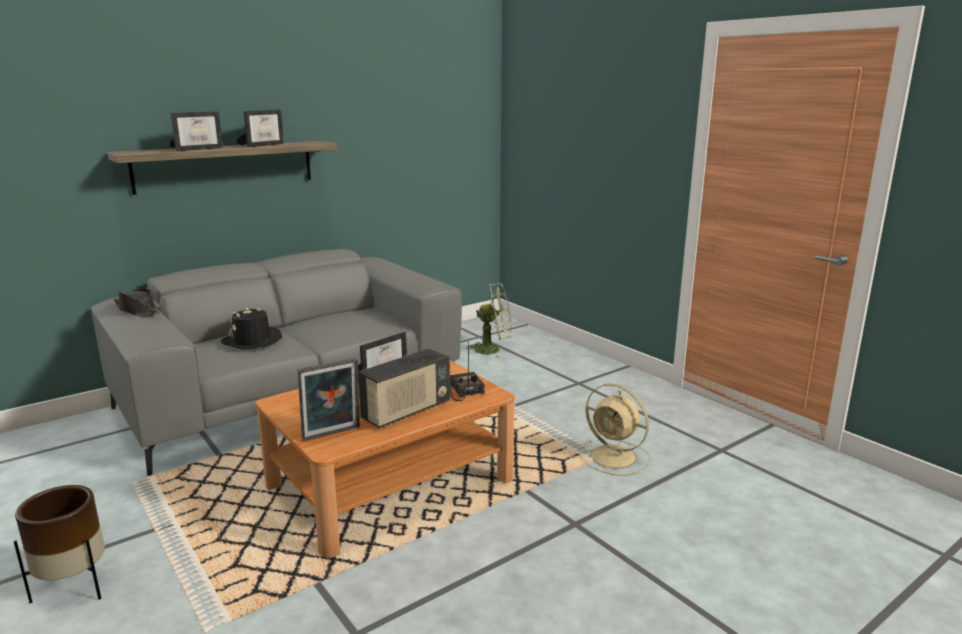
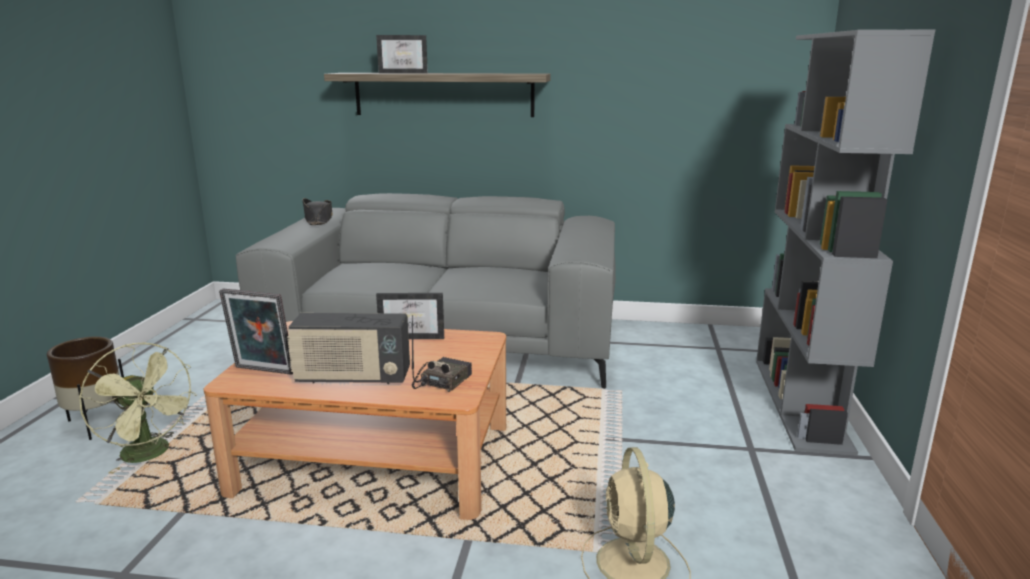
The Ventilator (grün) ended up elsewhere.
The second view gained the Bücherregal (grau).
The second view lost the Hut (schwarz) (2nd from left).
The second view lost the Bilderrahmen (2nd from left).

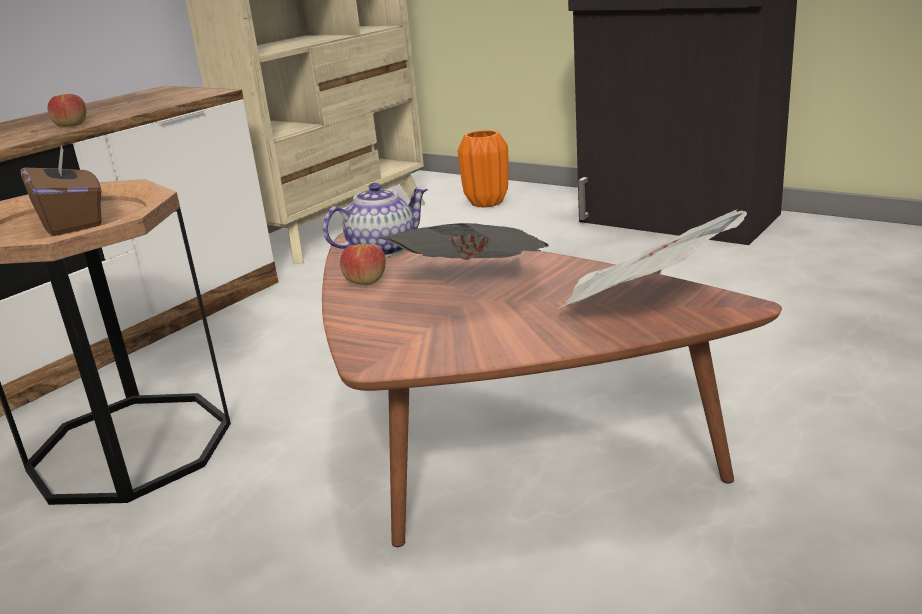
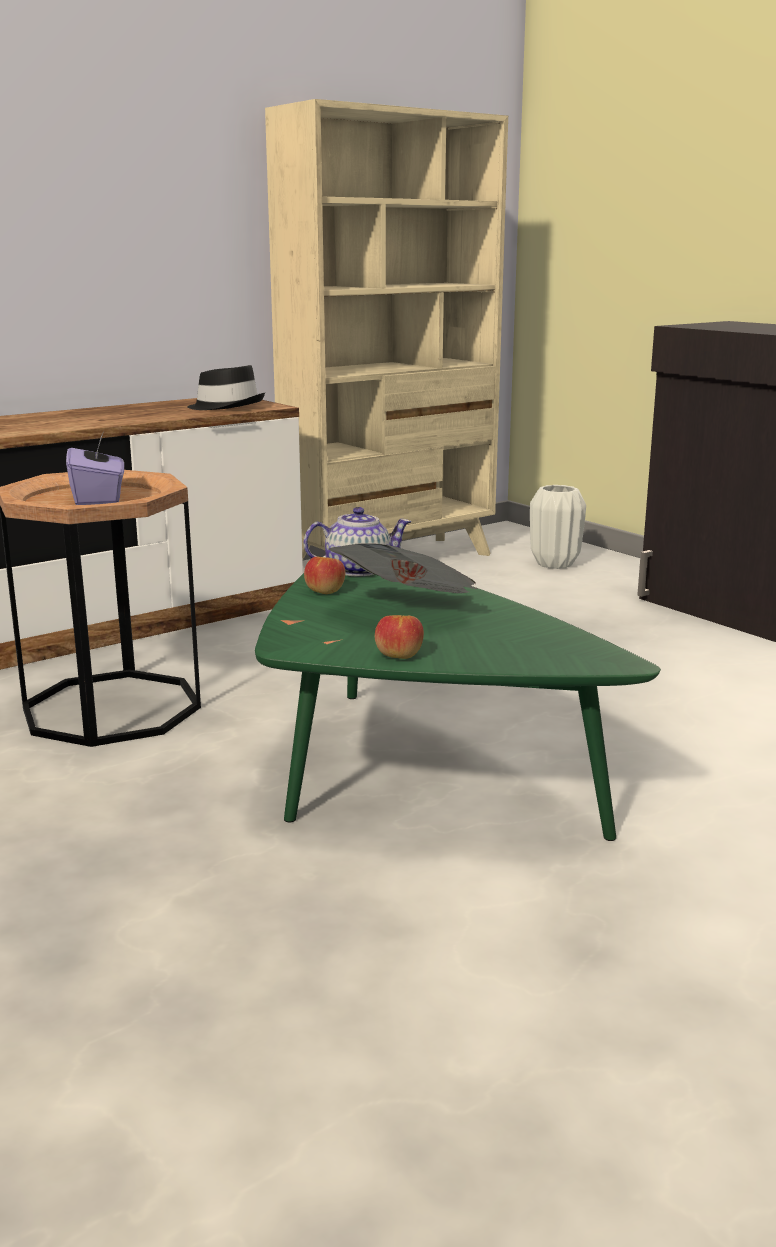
What was the Taschentuchbox (braun) turned into the Taschentuchbox (lila).
The second view gained the Hut (schwarz).
What was the Couchtisch (braun) turned into the Couchtisch (grün).
The Apfel (1st from left in the first image) ended up elsewhere.
What was the Vase (orange) turned into the Vase (weiß).
The second view lost the Zeitung (2nd from left).

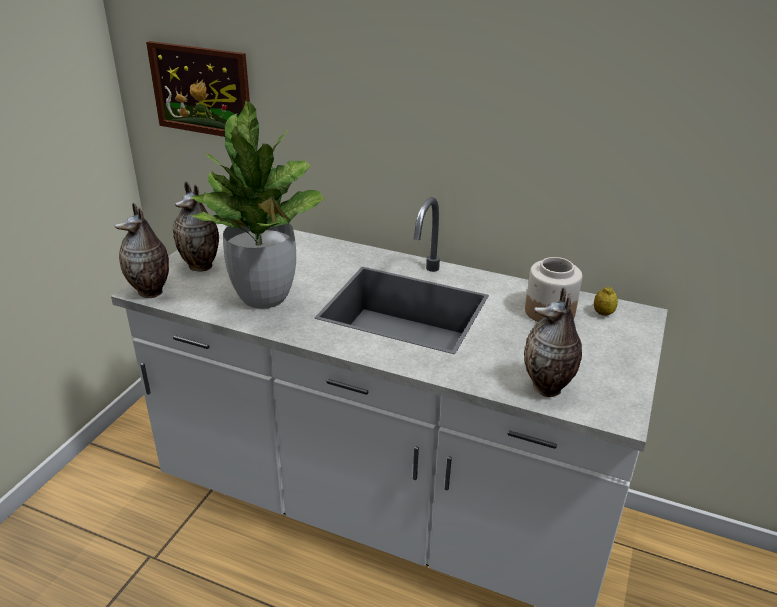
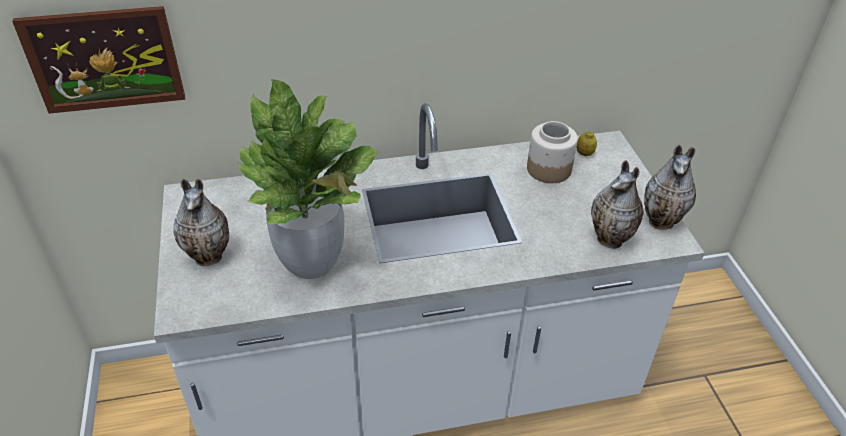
The Vase (1st from left in the first image) ended up elsewhere.

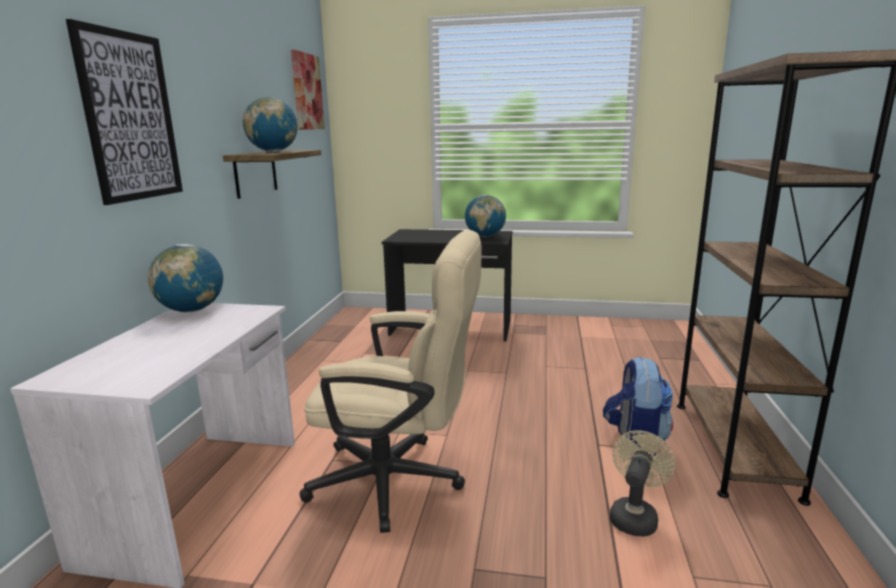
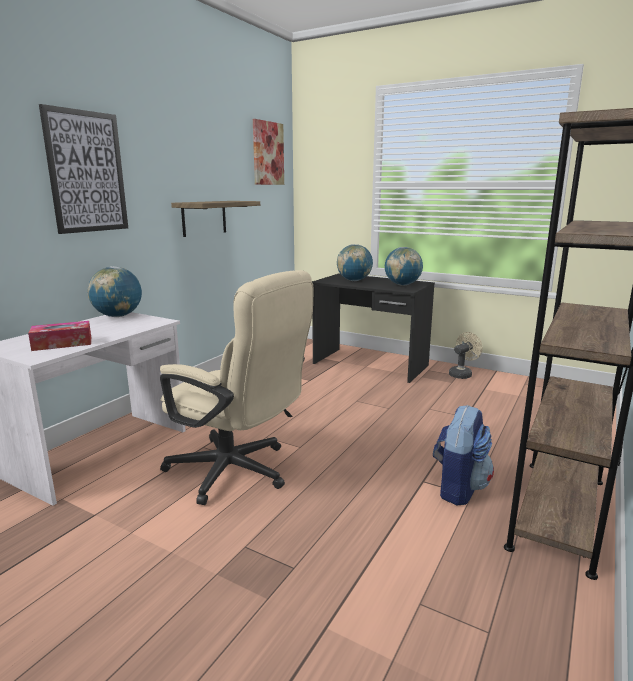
The second view gained the Taschentuchbox.
The Globus (2nd from left) ended up elsewhere.
The Ventilator (beige) ended up elsewhere.

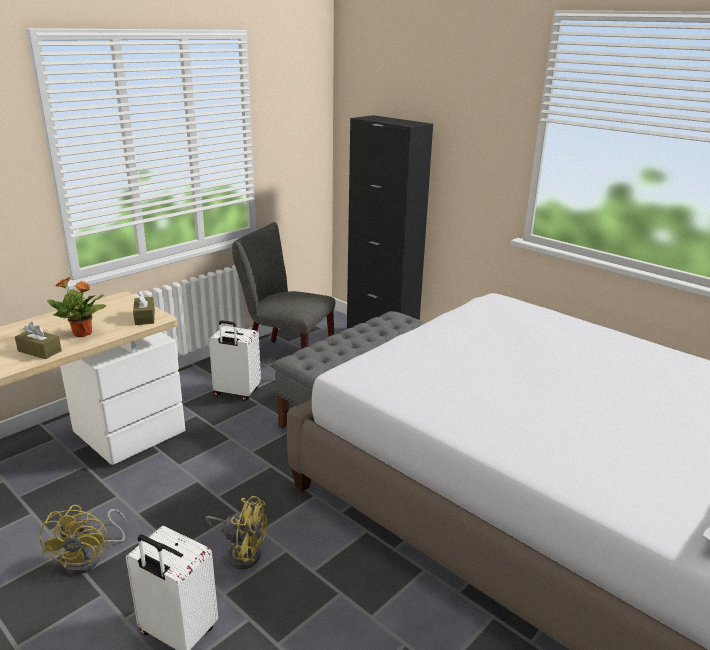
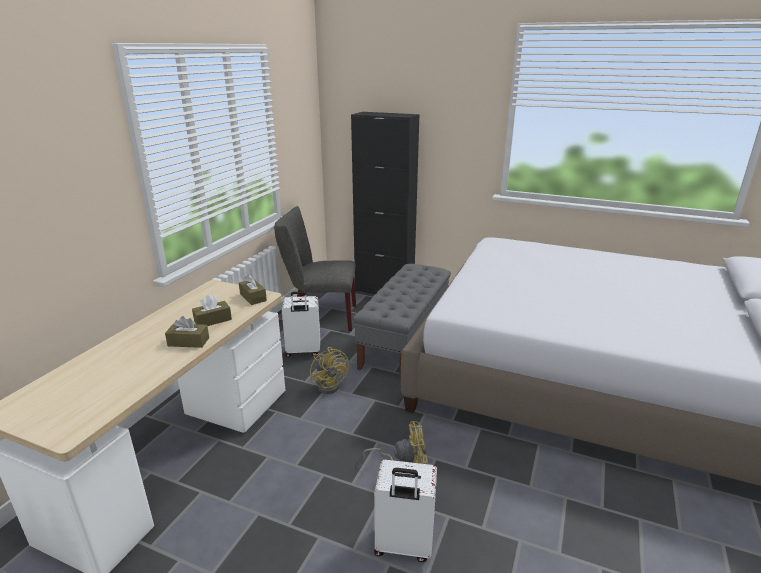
Where the Topfpflanze stood, the Taschentuchbox (braun) (2nd from left) came to stand.
The Ventilator (gelb) (1st from left) ended up elsewhere.

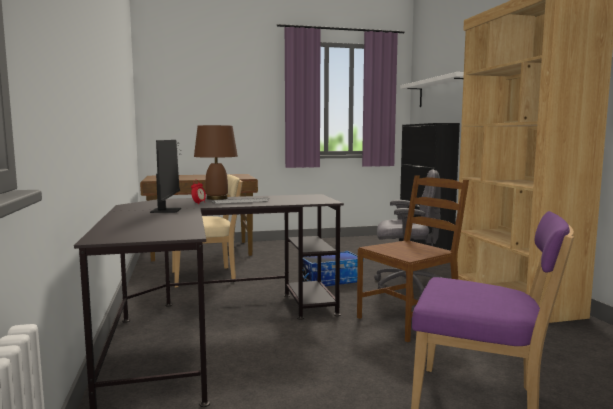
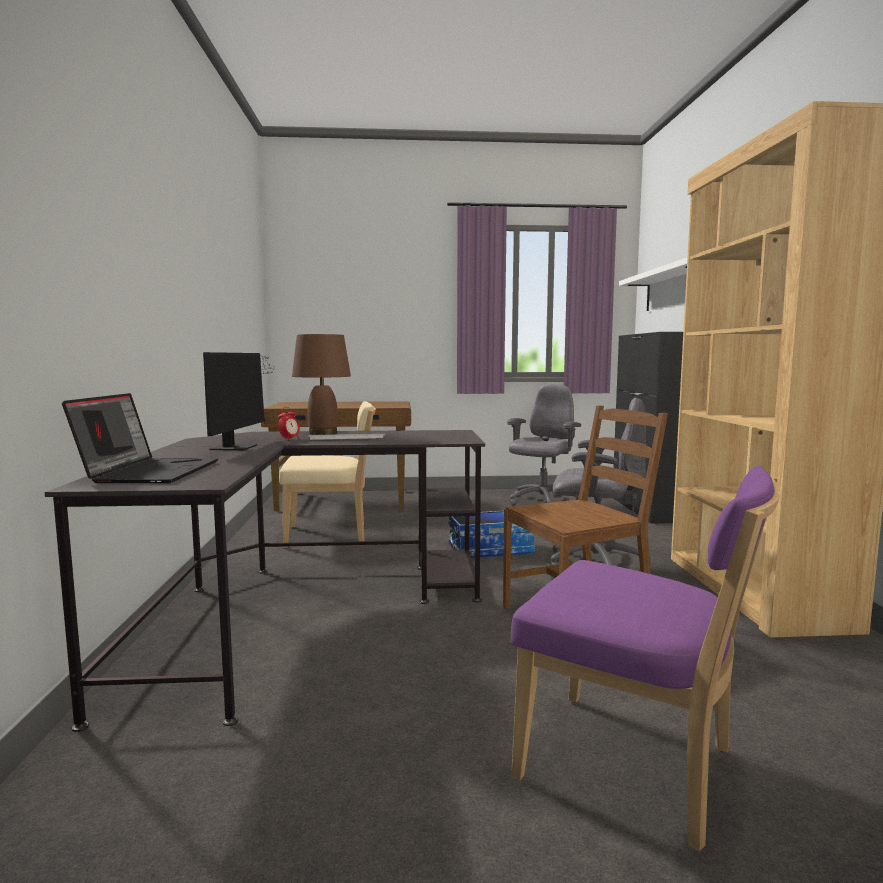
The second view gained the Laptop.
The second view gained the Bürostuhl (grau) (1st from left).

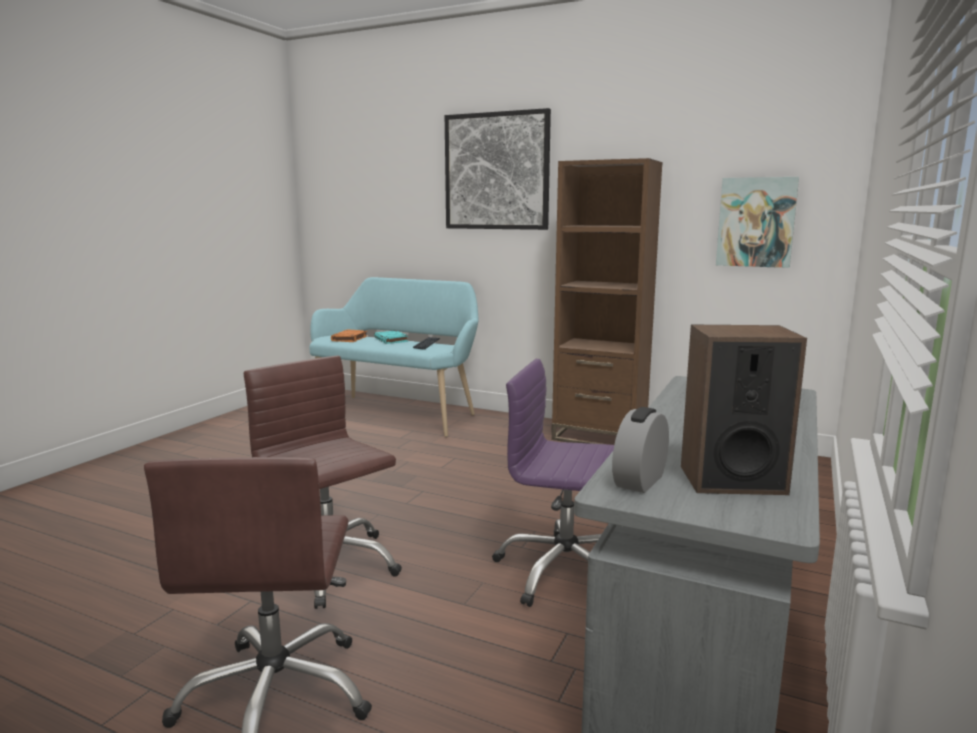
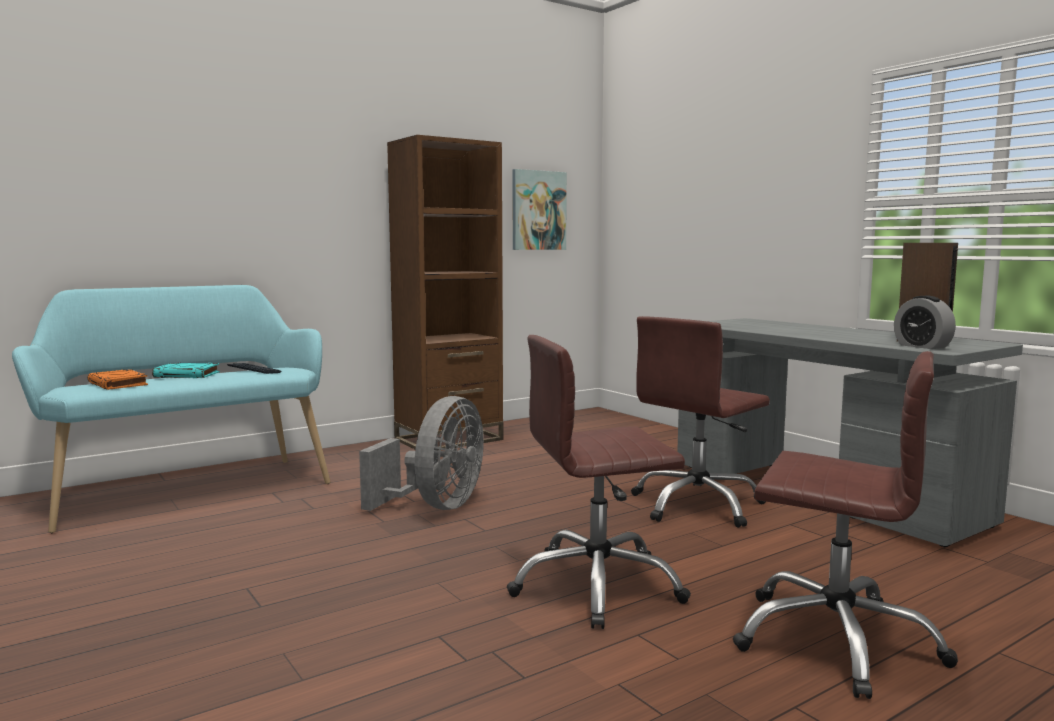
The second view gained the Ventilator (grau).
What was the Bürostuhl (lila) turned into the Bürostuhl (braun) (2nd from left).
The second view lost the Bild (1st from left).

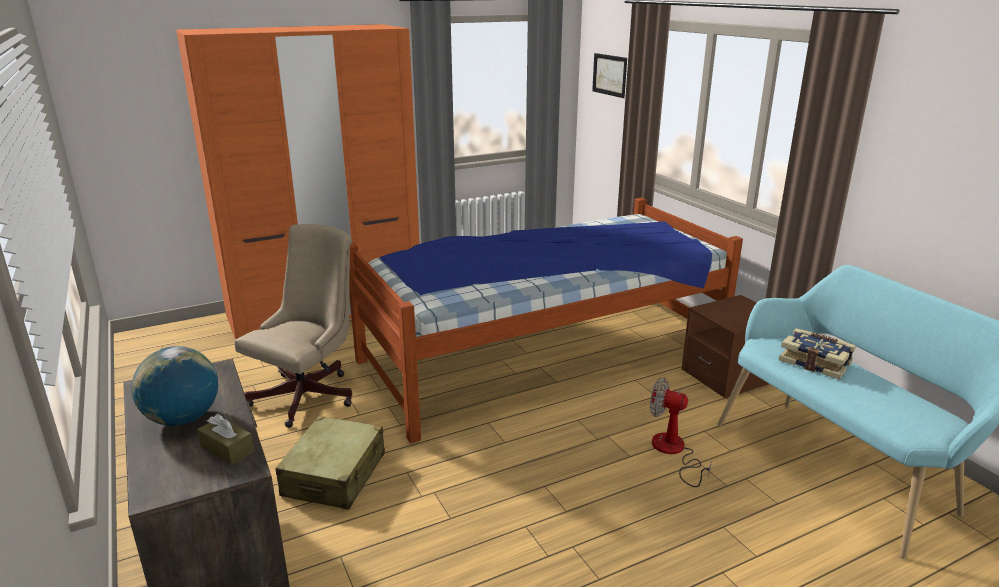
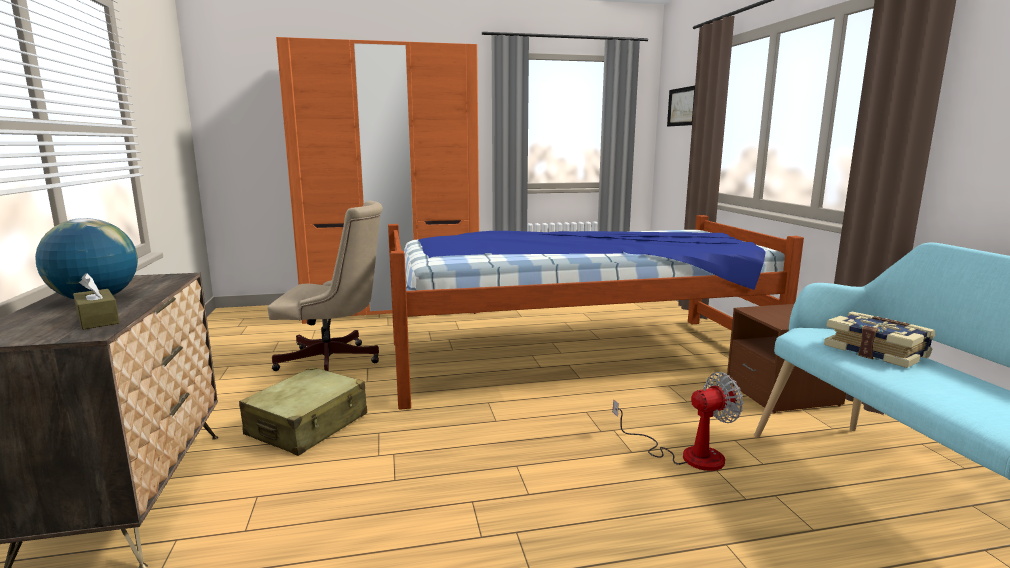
The Bürostuhl (beige) ended up facing another way, 45 degrees clockwise from before.
The Ventilator ended up facing another way, 120 degrees clockwise from before.

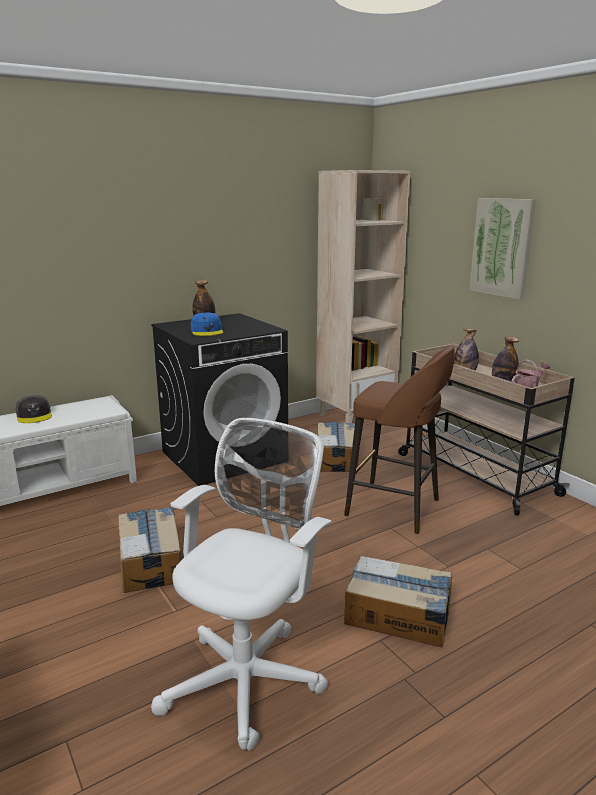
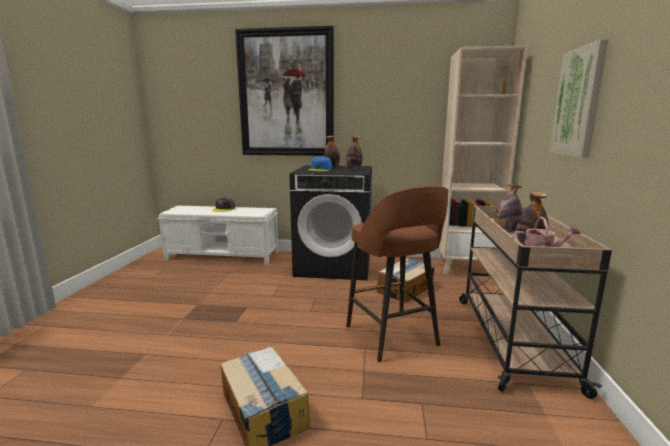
The second view gained the Bild (1st from left).
The second view gained the Flasche (2nd from left).
The second view lost the Karton (1st from left).
The second view lost the Bürostuhl (weiß).

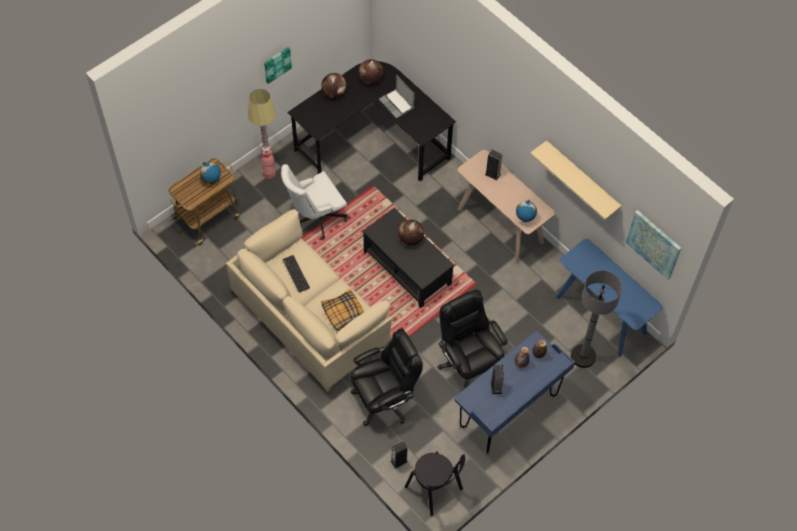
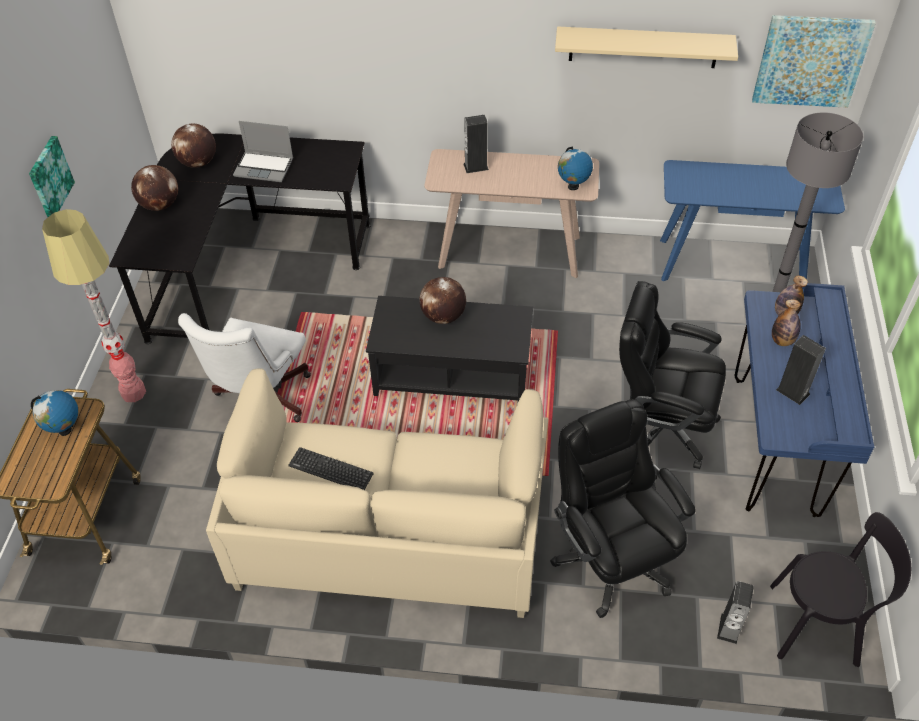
The Bürostuhl (schwarz) (1st from left) ended up facing another way, 45 degrees counterclockwise from before.
The second view lost the Kissen.

